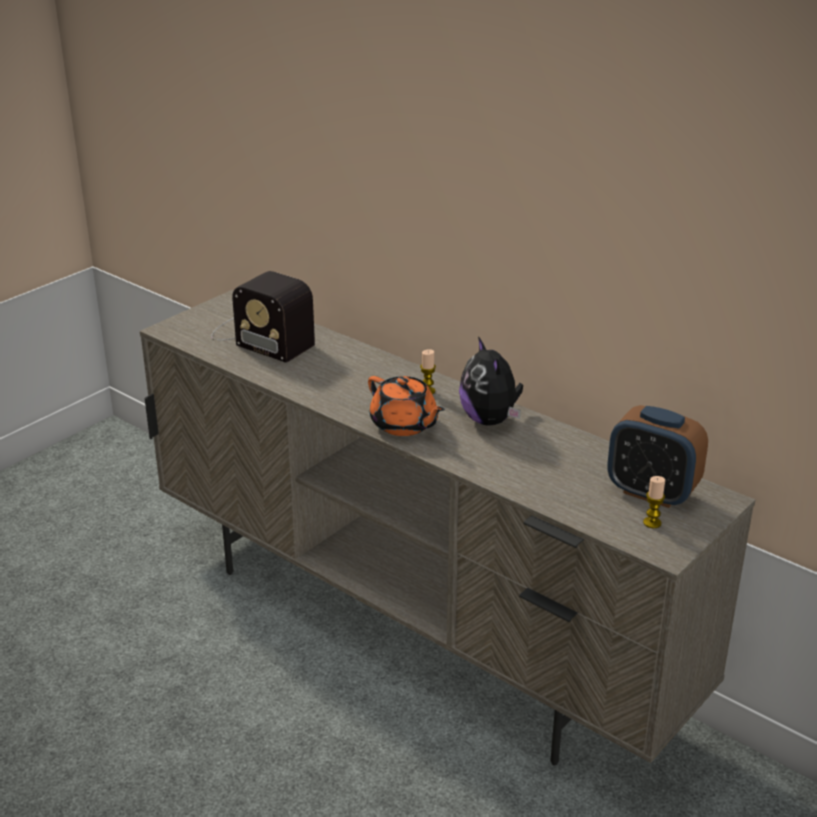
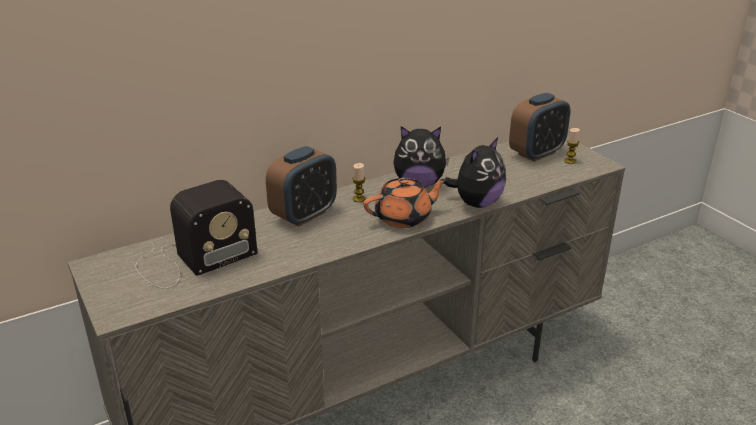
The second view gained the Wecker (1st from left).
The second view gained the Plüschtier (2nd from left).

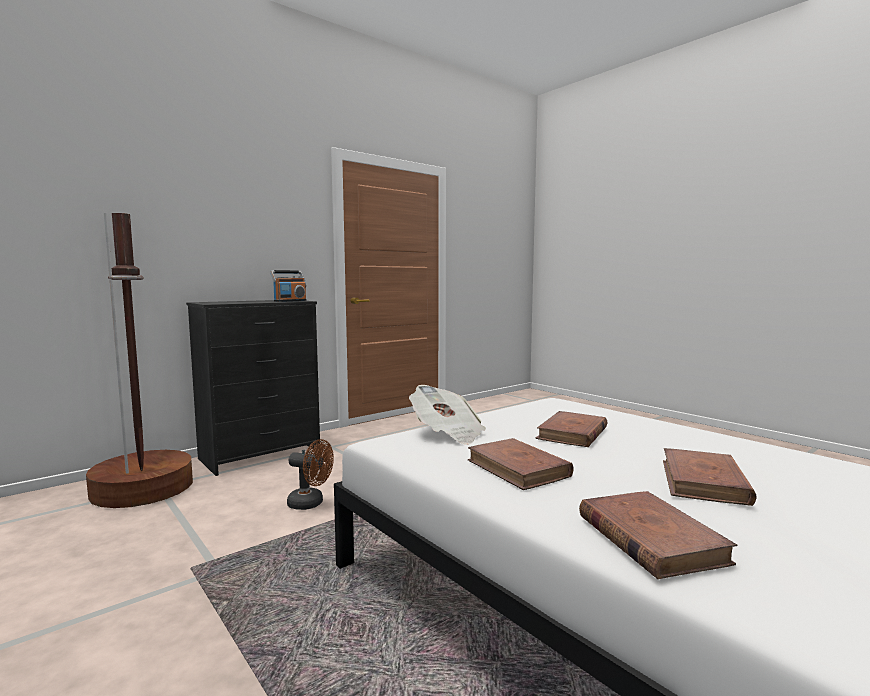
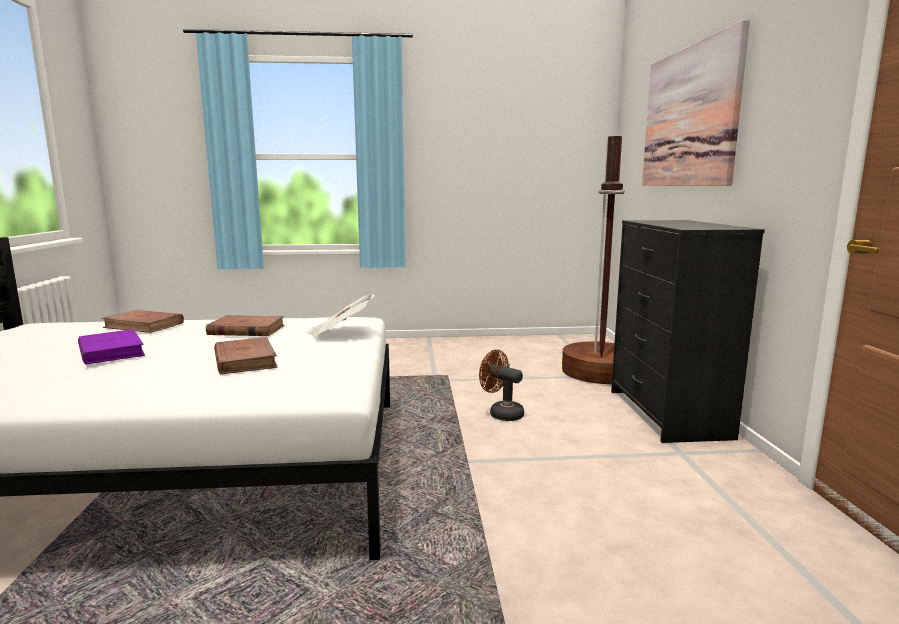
What was the Buch (braun) (4th from left) turned into the Buch (lila).
The Ventilator (braun) ended up facing another way, 75 degrees clockwise from before.
The second view gained the Bild.
The second view lost the Radio.

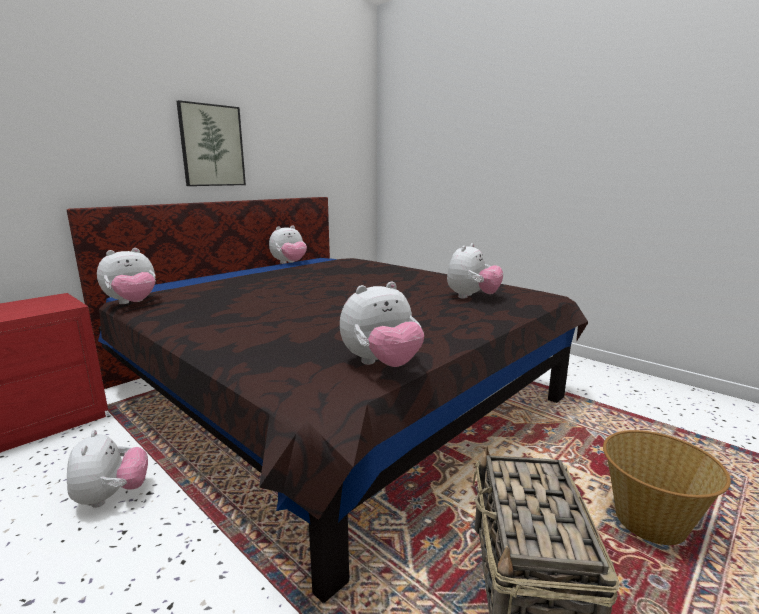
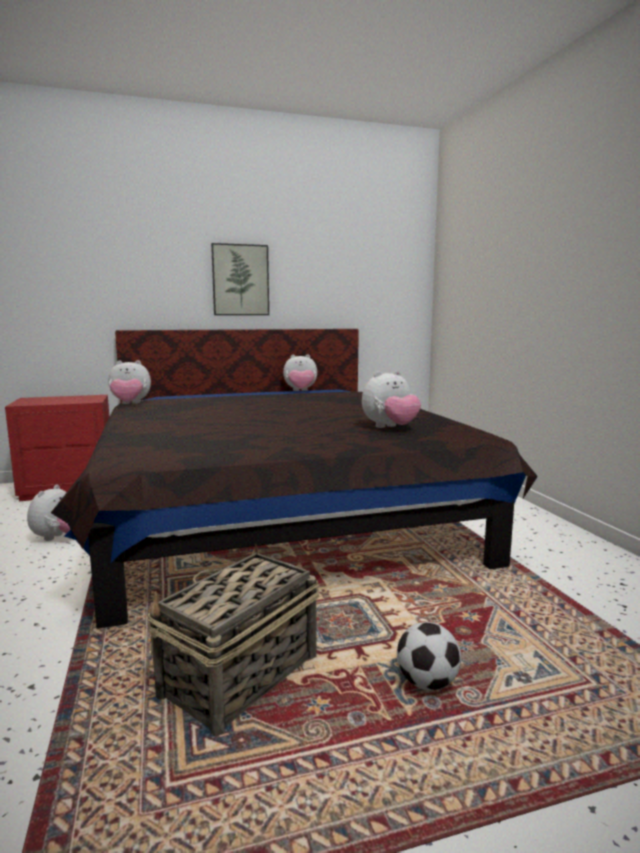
Where the Korb (2nd from left) stood, the Fußball came to stand.
The second view lost the Plüschtier (4th from left).

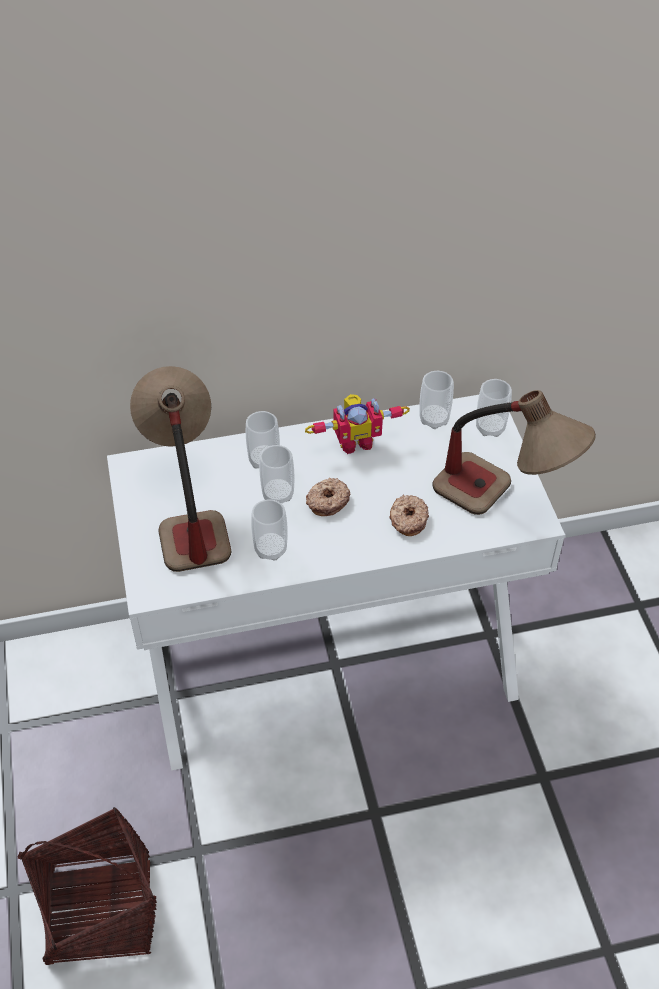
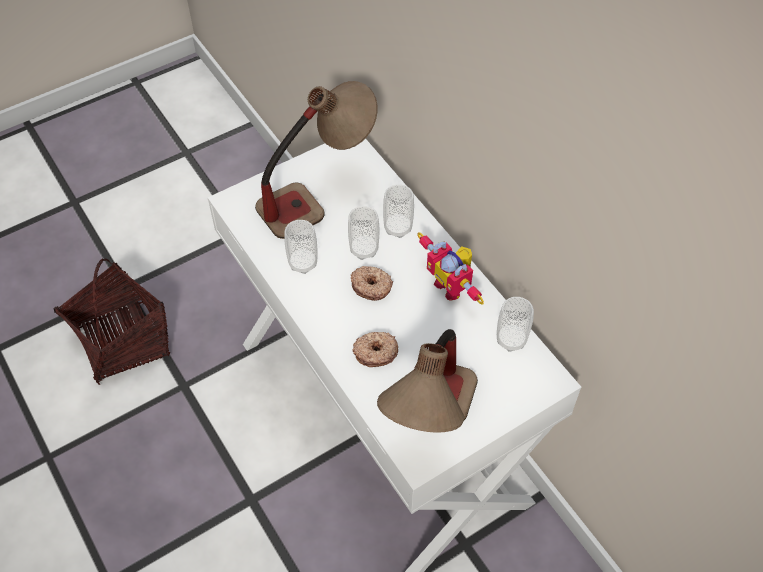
The second view lost the Tasse (5th from left).

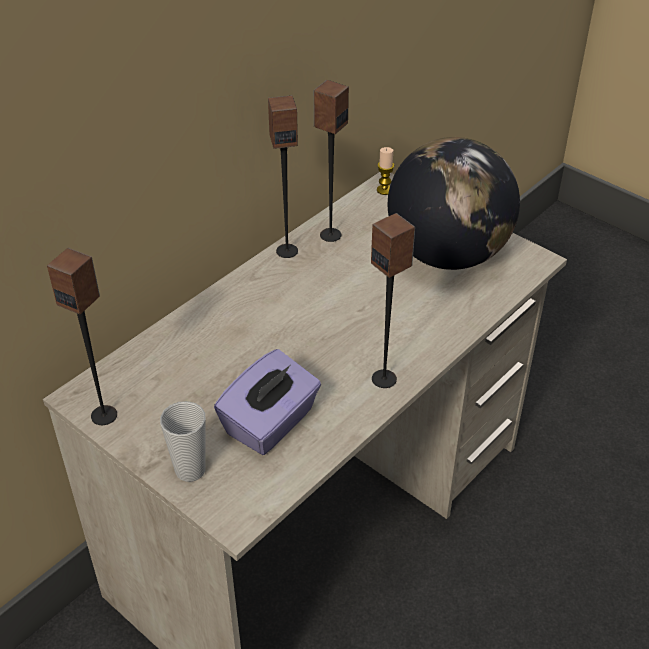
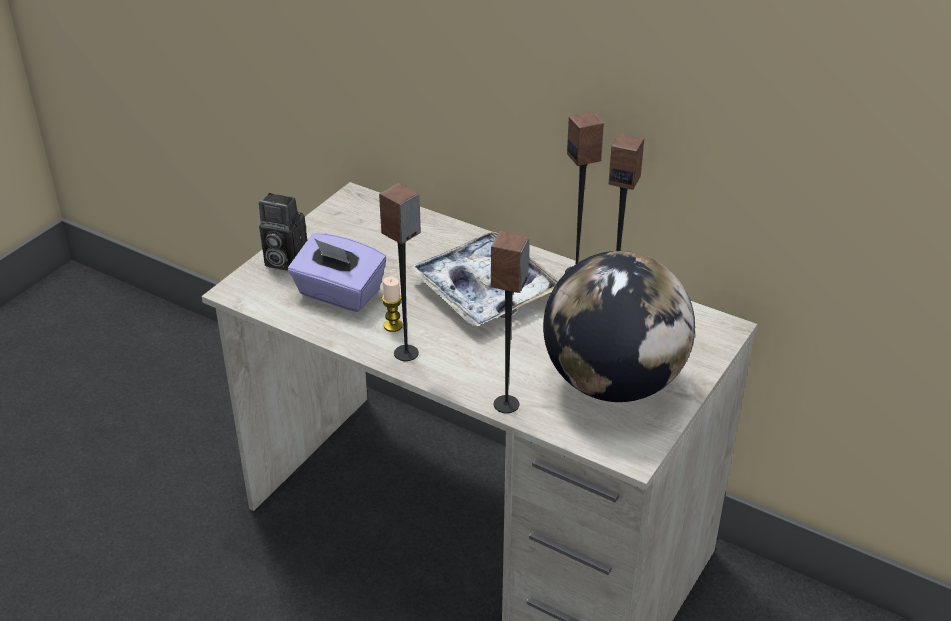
Where the Tasse stood, the Kamera came to stand.
The Kerze ended up elsewhere.
The second view gained the Tablett.
The Lautsprecher (1st from left in the first image) ended up elsewhere.

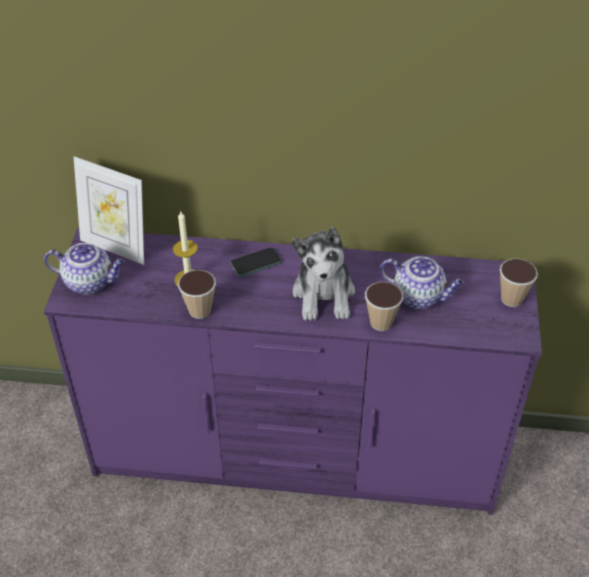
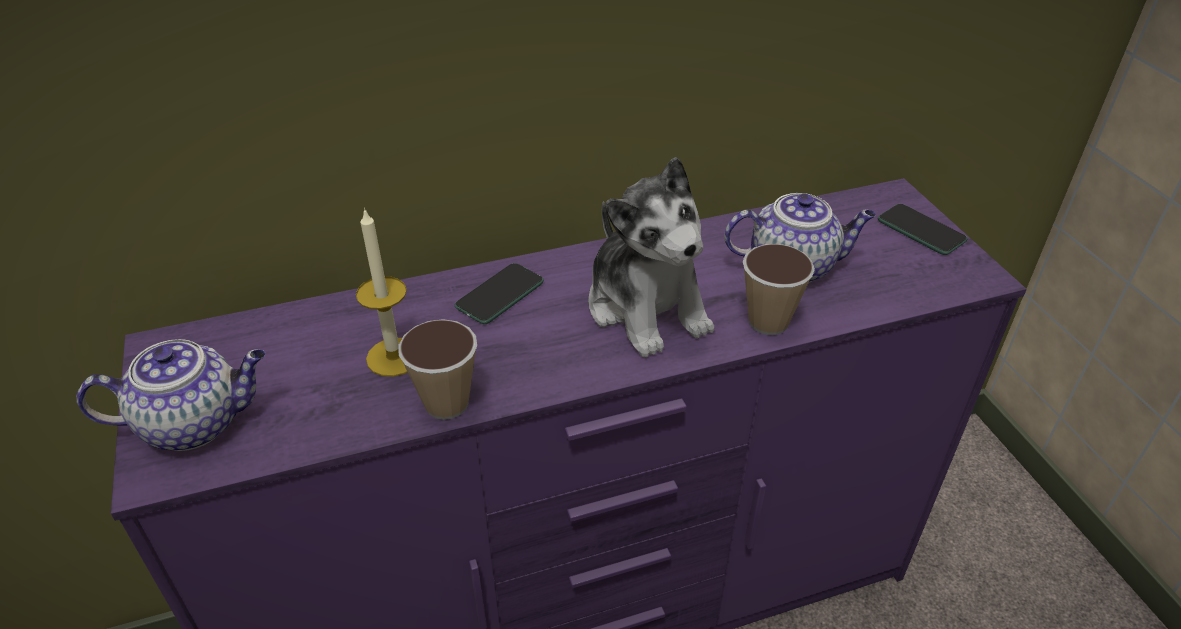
Where the Tasse (3rd from left) stood, the Handy (2nd from left) came to stand.
The second view lost the Bilderrahmen.

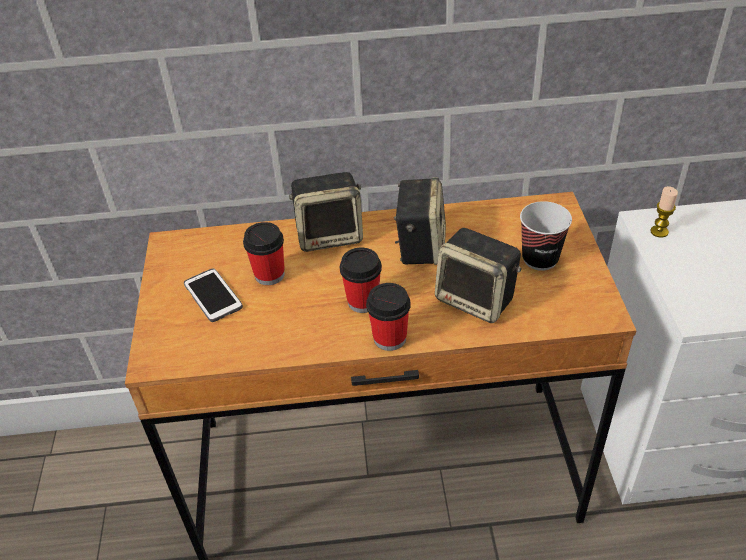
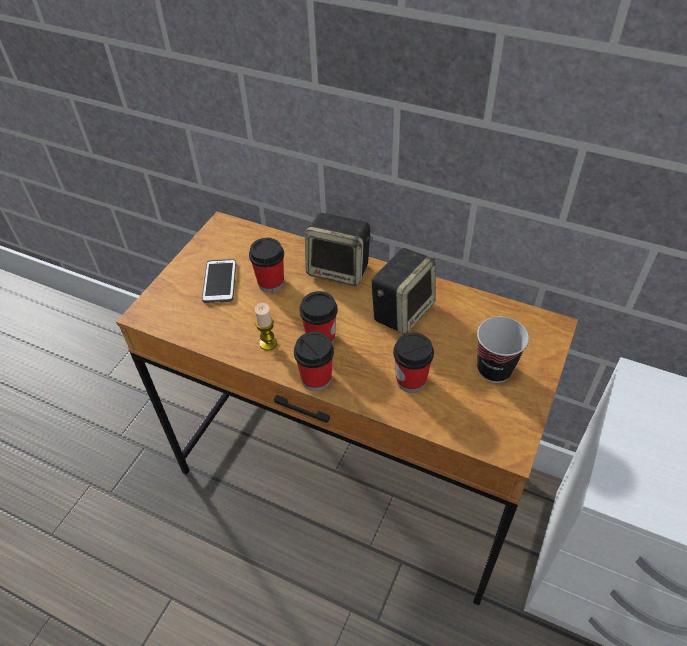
The Kerze ended up elsewhere.
Where the Lautsprecher (3rd from left) stood, the Tasse (4th from left) came to stand.

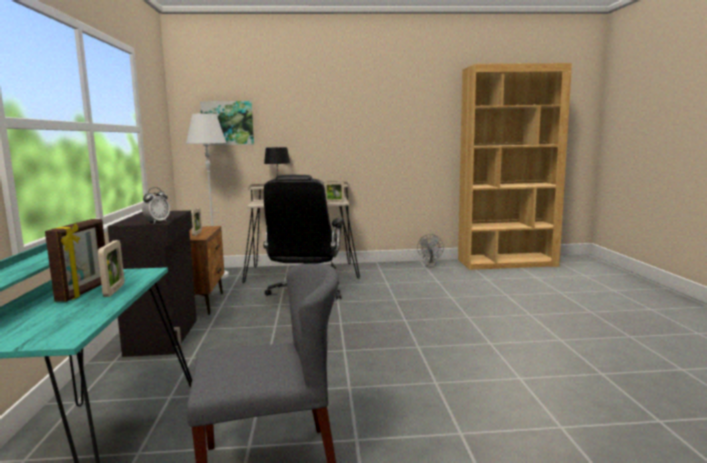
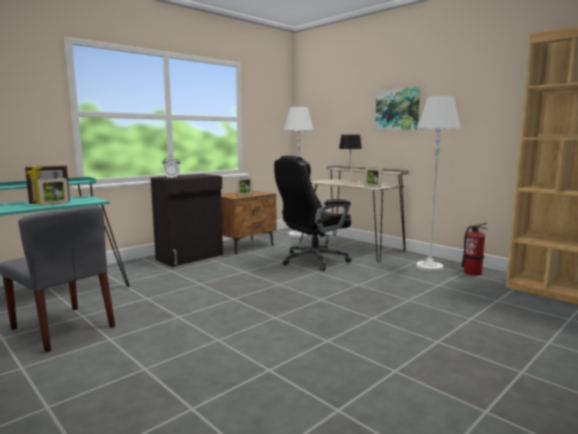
The Bild ended up elsewhere.
The second view gained the Stehlampe (weiß) (2nd from left).
Where the Ventilator (grau) stood, the Feuerlöscher came to stand.

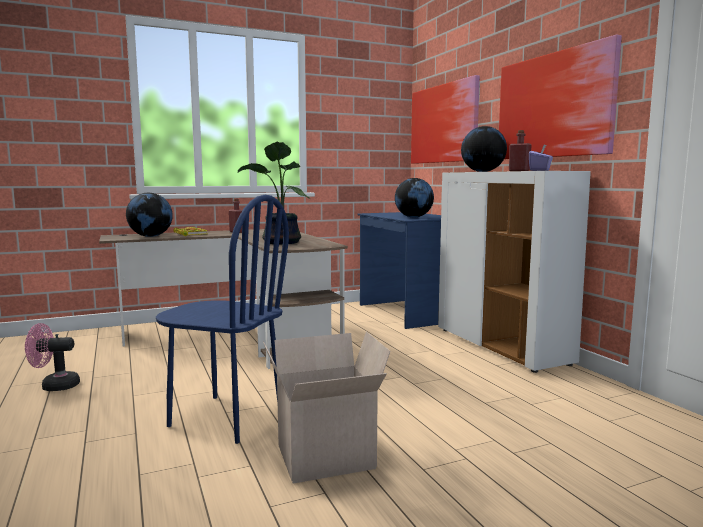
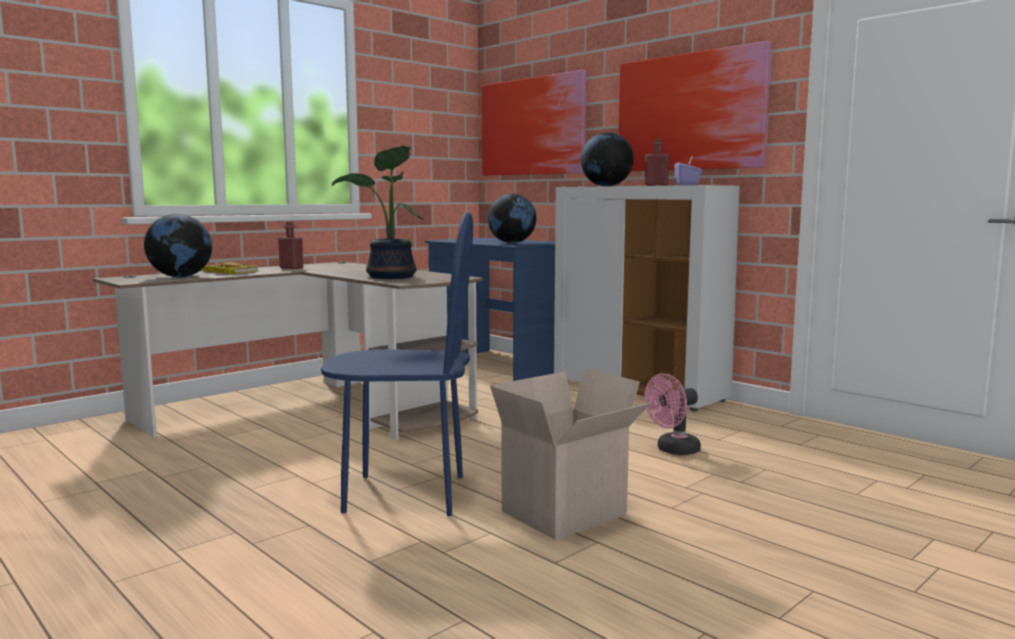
The Ventilator (rosa) ended up elsewhere.

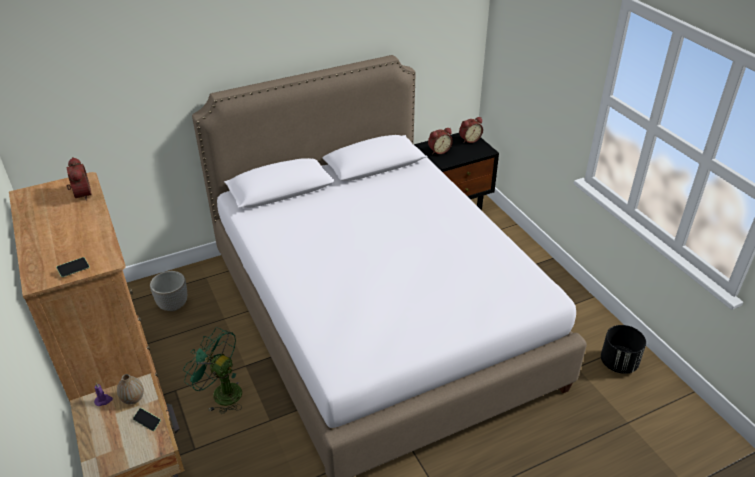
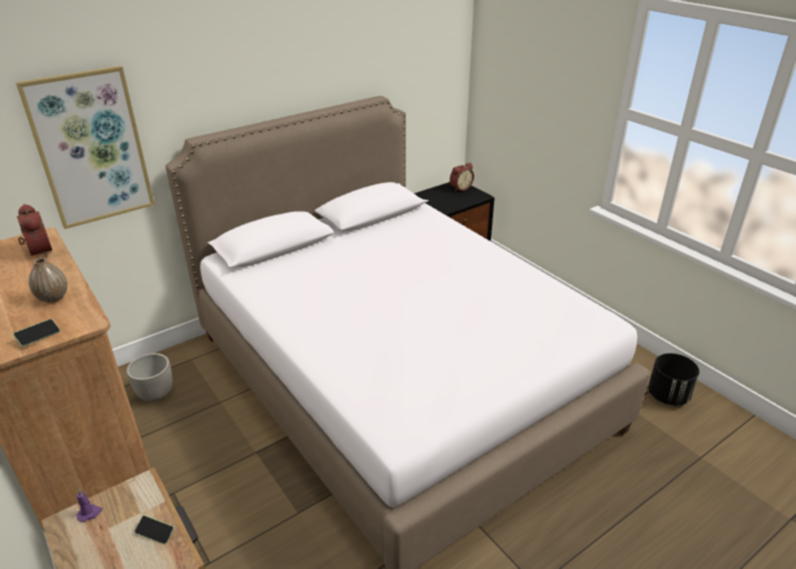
The second view gained the Bild.
The Vase ended up elsewhere.
The second view lost the Ventilator (grün).
The second view lost the Wecker (2nd from left).

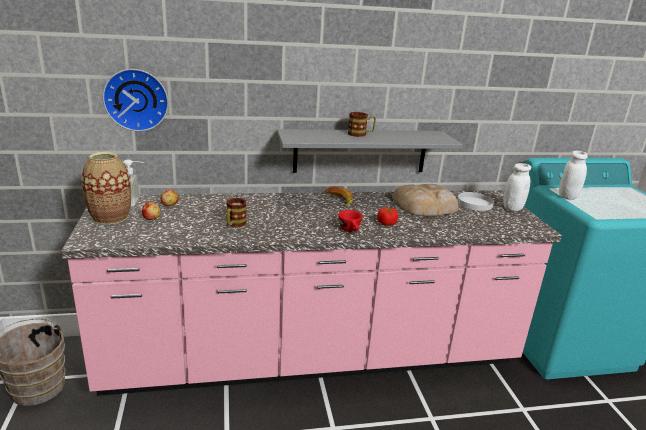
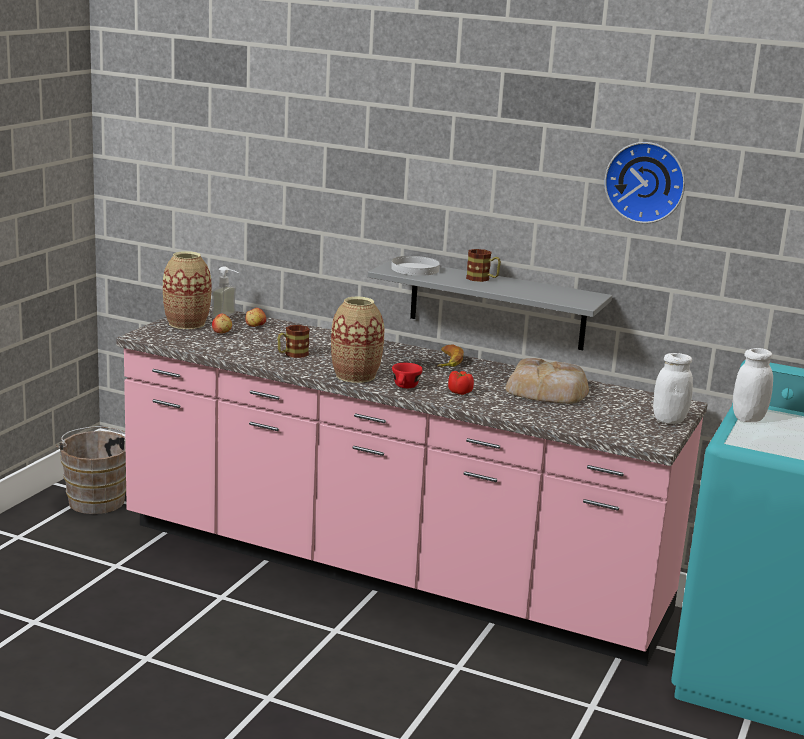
The second view gained the Vase (2nd from left).
The Teller (weiß) ended up elsewhere.
The Wanduhr ended up elsewhere.

